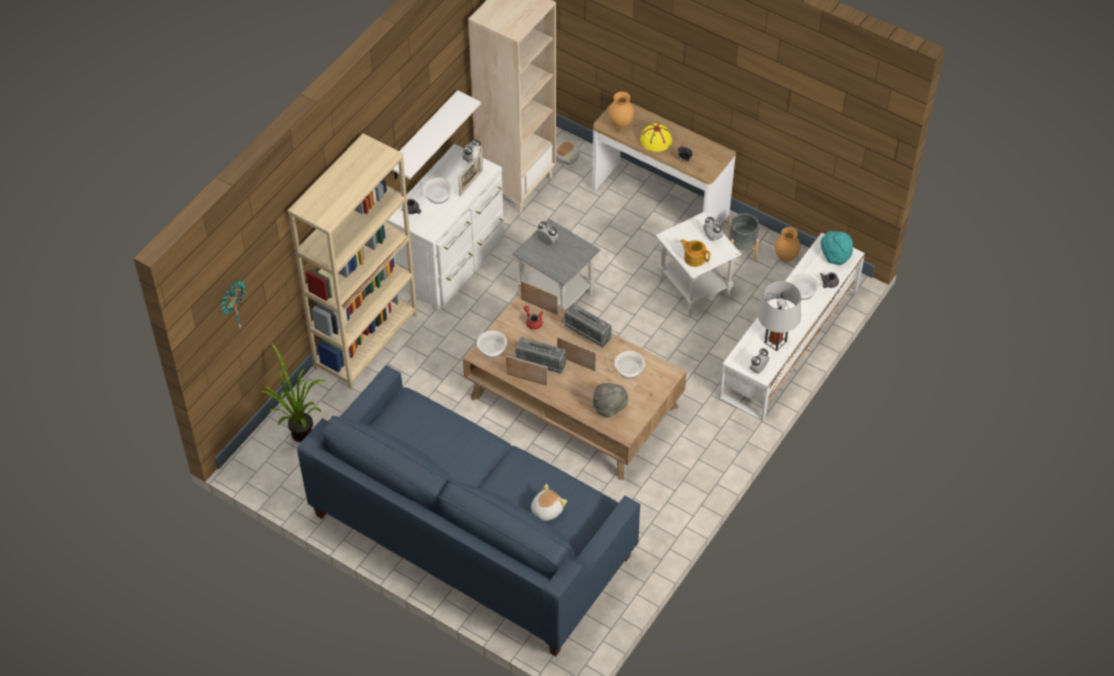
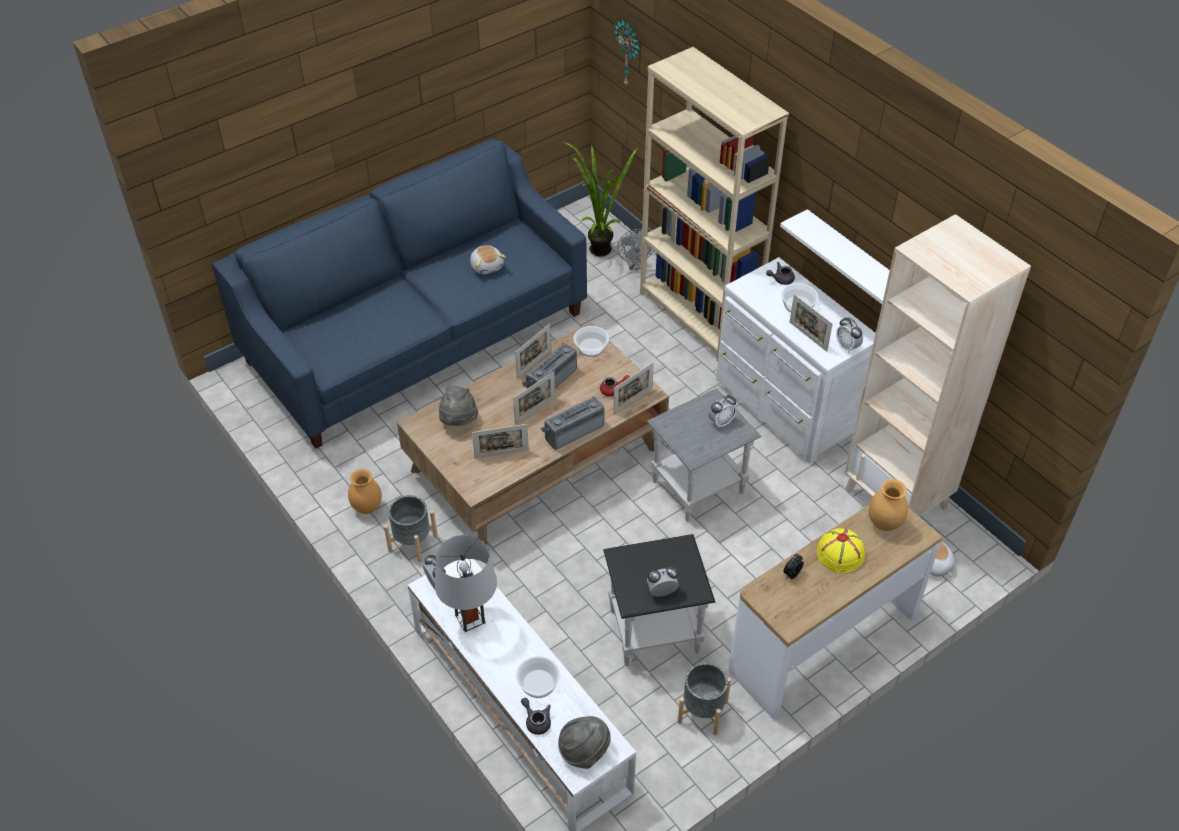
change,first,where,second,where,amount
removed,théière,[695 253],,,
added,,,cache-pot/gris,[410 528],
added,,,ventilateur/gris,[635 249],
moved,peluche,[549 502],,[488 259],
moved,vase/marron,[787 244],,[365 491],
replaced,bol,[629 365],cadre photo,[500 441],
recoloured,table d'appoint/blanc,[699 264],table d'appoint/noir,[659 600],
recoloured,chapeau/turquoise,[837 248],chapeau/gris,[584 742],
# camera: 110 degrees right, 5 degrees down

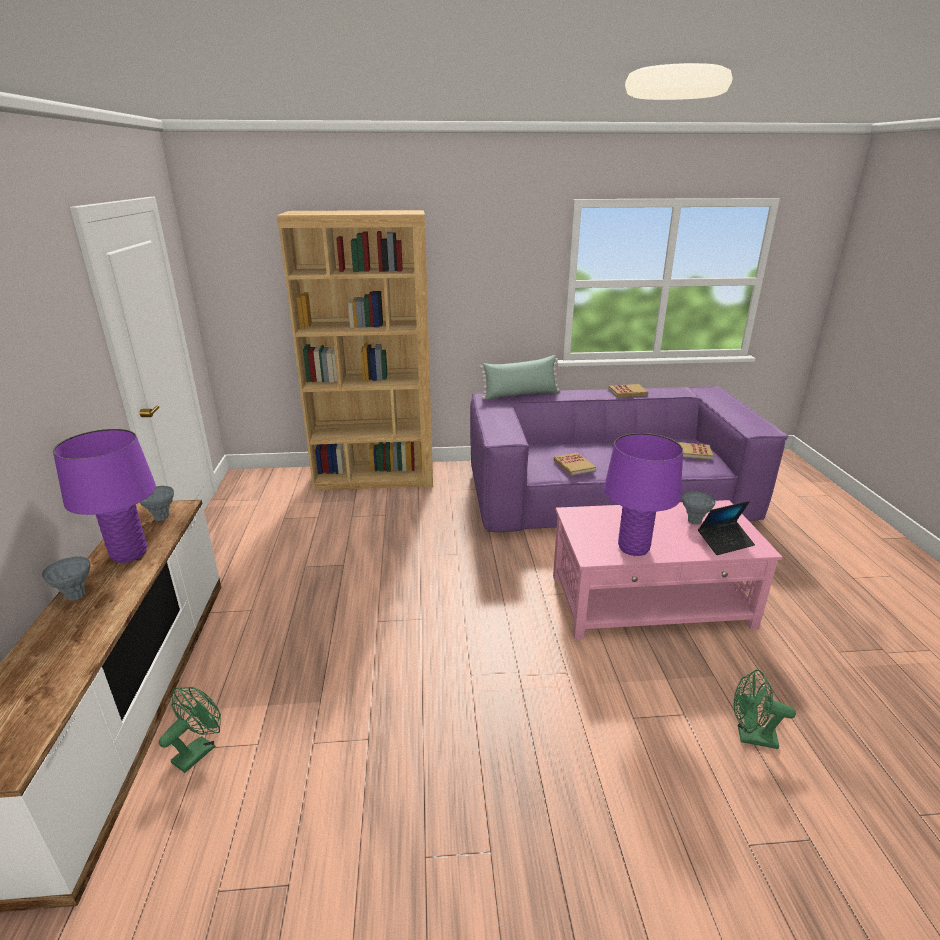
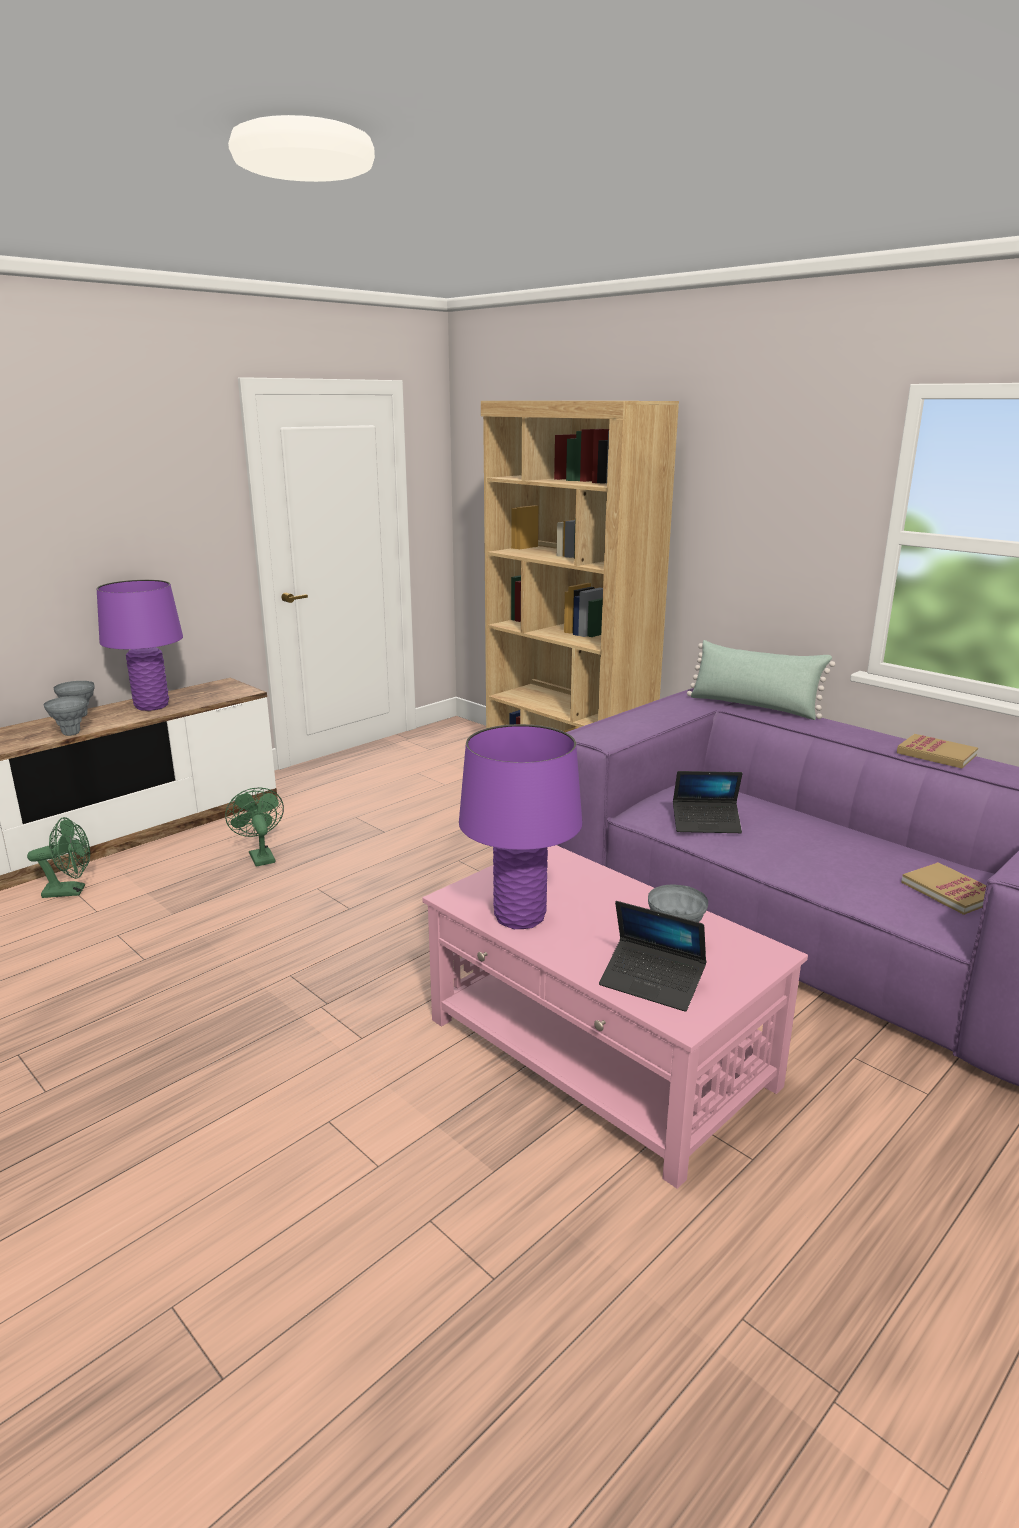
change,first,where,second,where,amount
moved,vase/gris,[156 503],,[65 716],
moved,ventilateur/vert,[764 709],,[254 827],
replaced,livre,[575 464],ordinateur portable,[707 802],
# camera: 50 degrees right, 5 degrees down

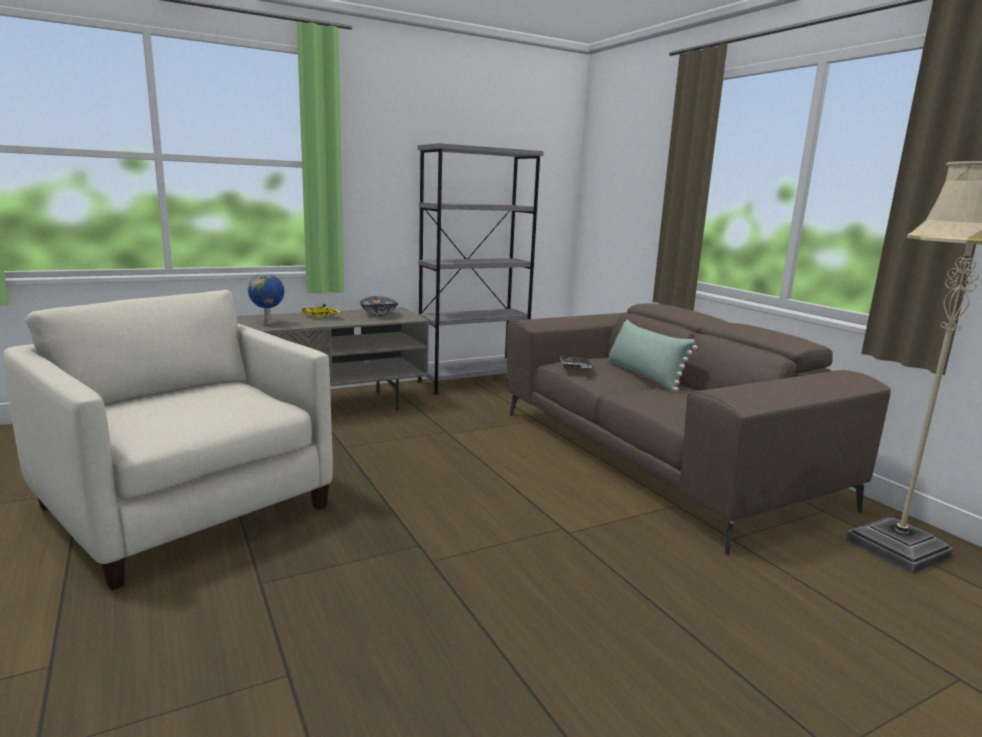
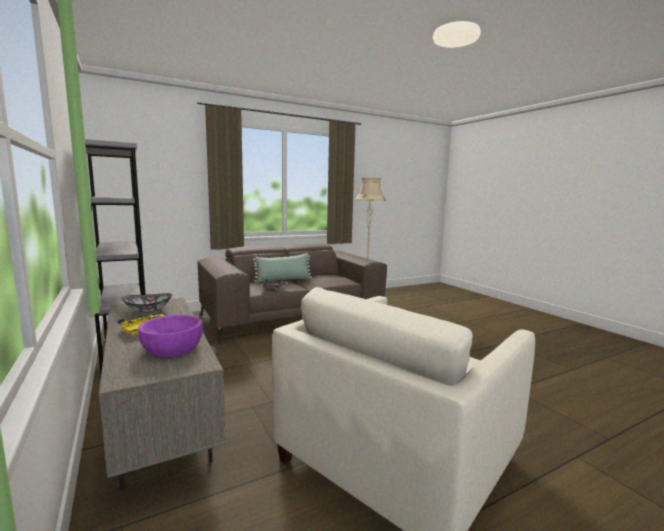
change,first,where,second,where,amount
replaced,globe,[266 298],bol/violet,[170 336],
# camera: 90 degrees left, 5 degrees down

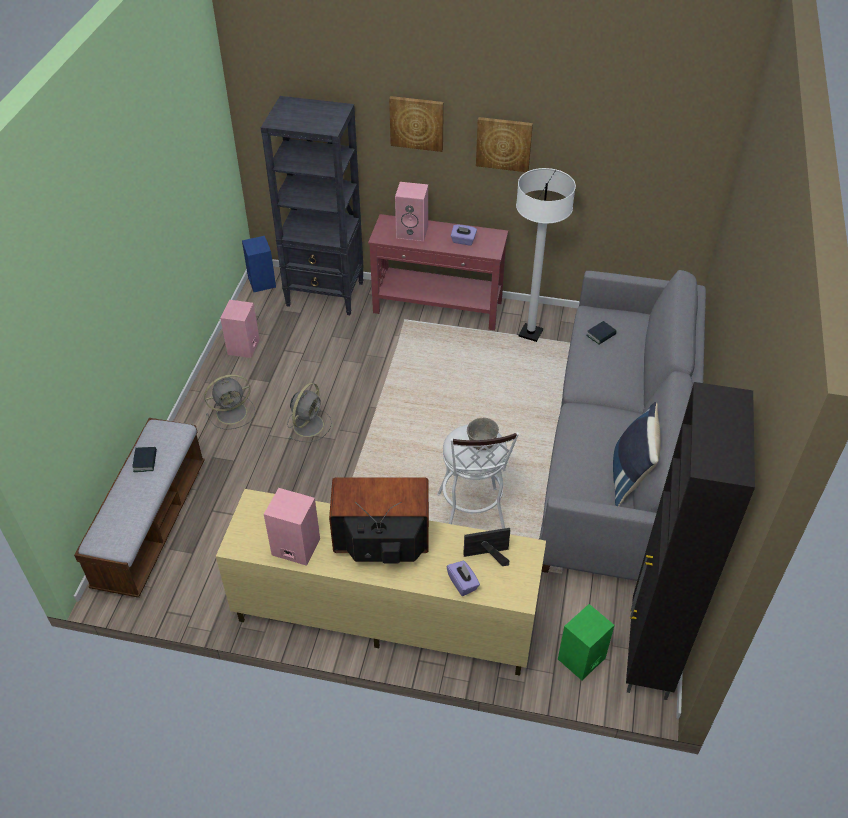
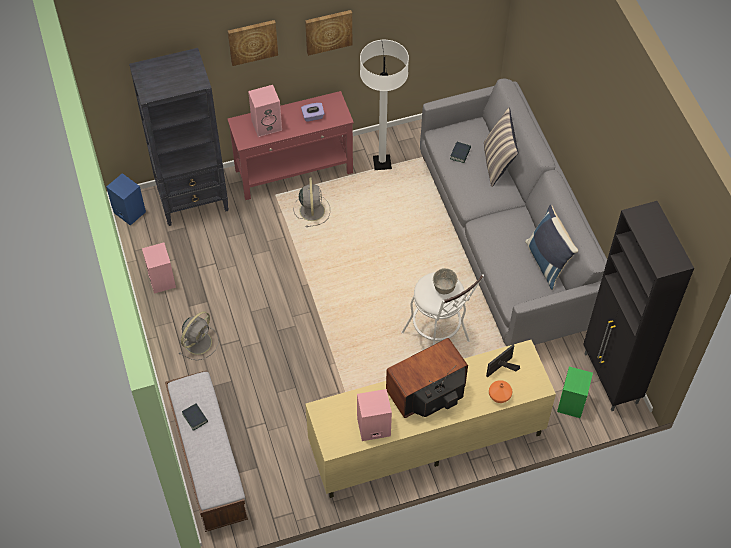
change,first,where,second,where,amount
added,,,coussin,[501 147],
moved,ventilateur/gris,[309 412],,[311 202],
replaced,boîte à mouchoirs/violet,[463 578],vase/orange,[500 391],
# camera: 30 degrees left, 10 degrees up

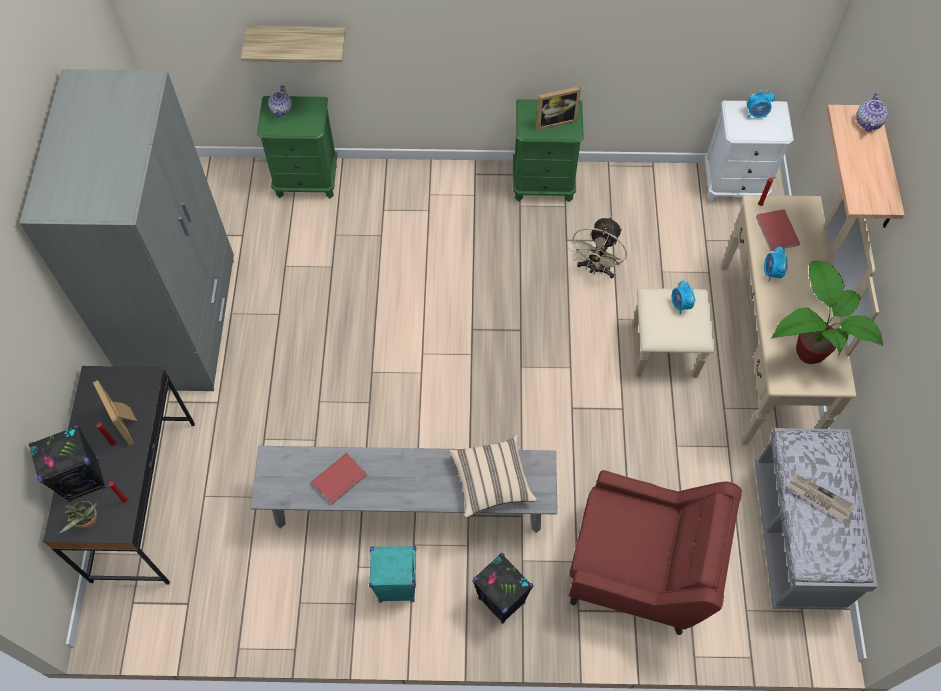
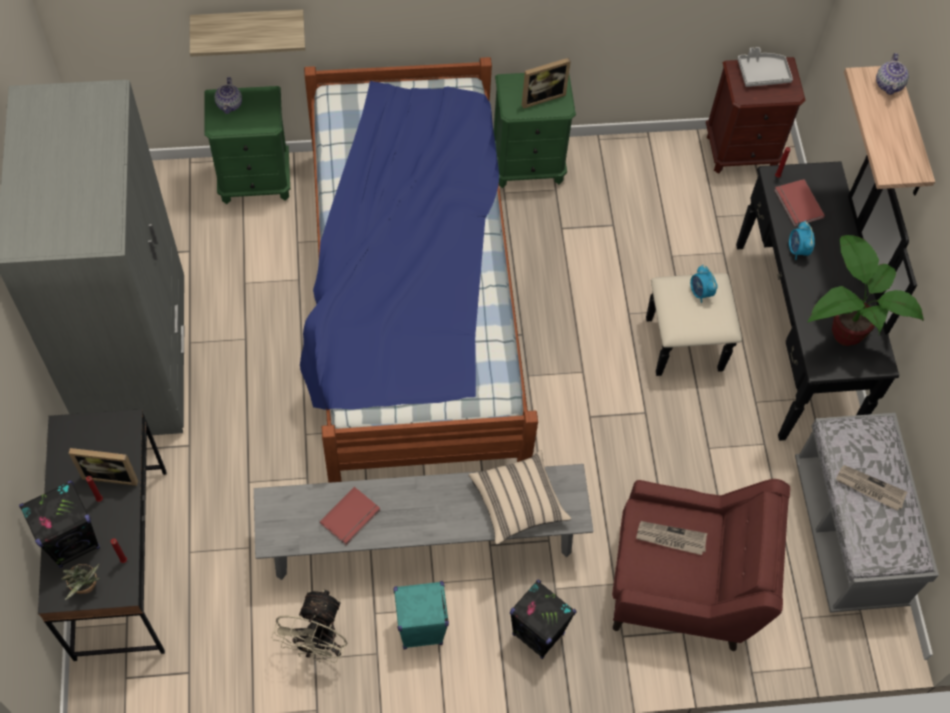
change,first,where,second,where,amount
added,,,lit,[419 270],
added,,,journal,[671 538],
moved,ventilateur/beige,[598 248],,[309 626],
replaced,réveil,[761 104],plateau/gris,[765 67],
recoloured,commode/beige,[756 319],commode/noir,[781 298],
recoloured,table de chevet/blanc,[749 152],table de chevet/marron,[755 115],
turned,cadre photo,[115 412],,[103 467],45 degrees counterclockwise
# camera: 10 degrees left, 0 degrees up

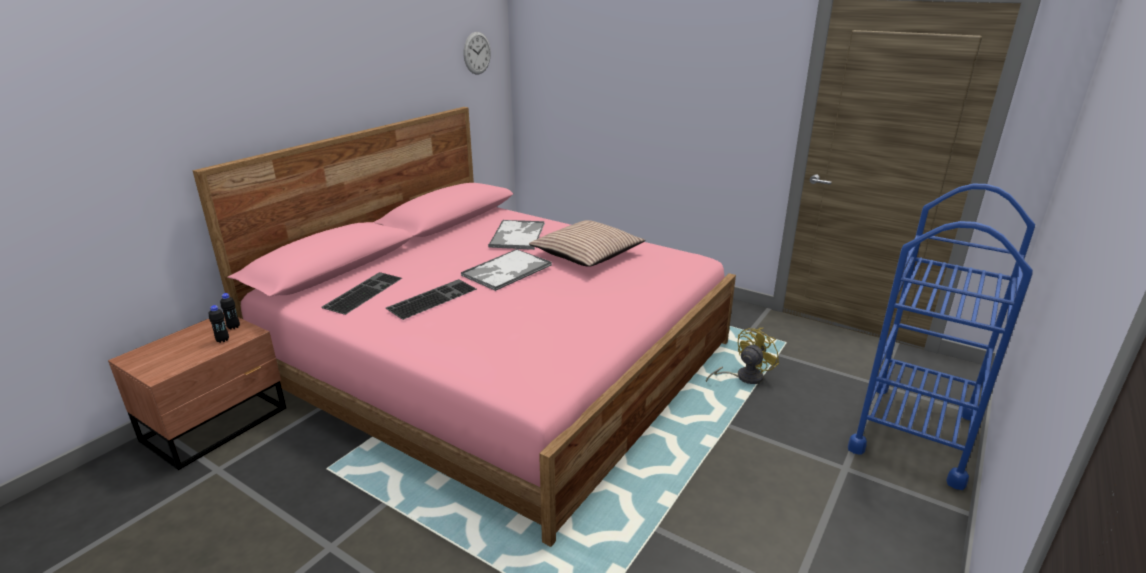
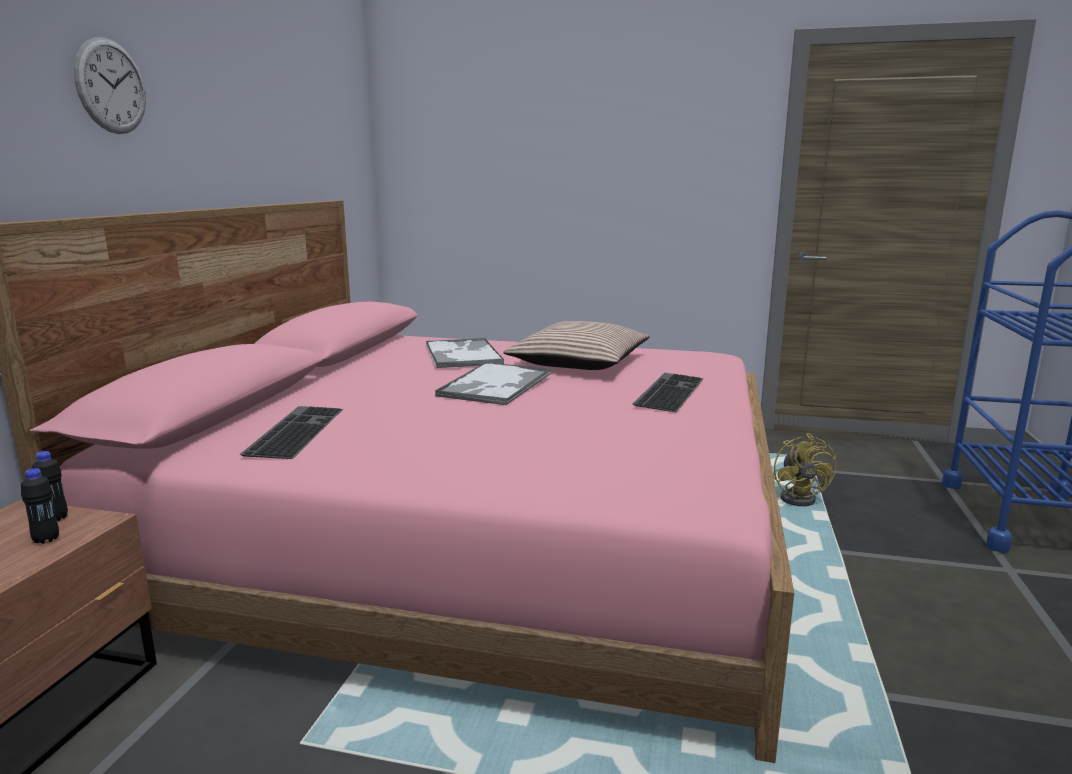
change,first,where,second,where,amount
moved,clavier,[431 299],,[668 392],
moved,horloge murale,[477 53],,[110 85],
turned,ventilateur/jaune,[742 356],,[804 469],150 degrees clockwise
# camera: 20 degrees left, 10 degrees down

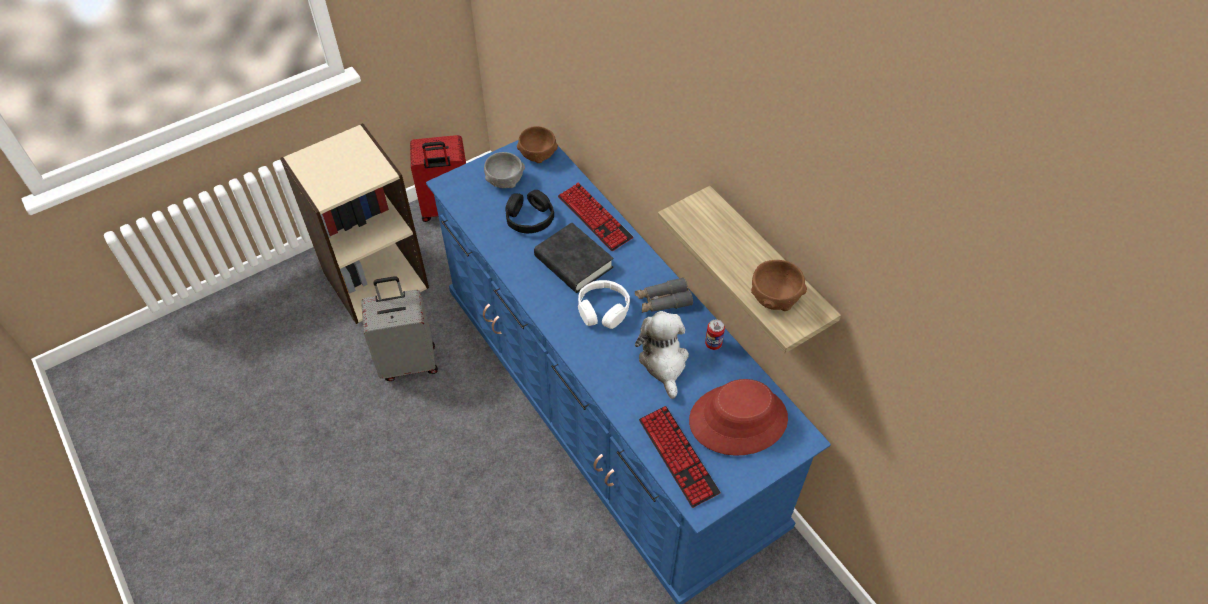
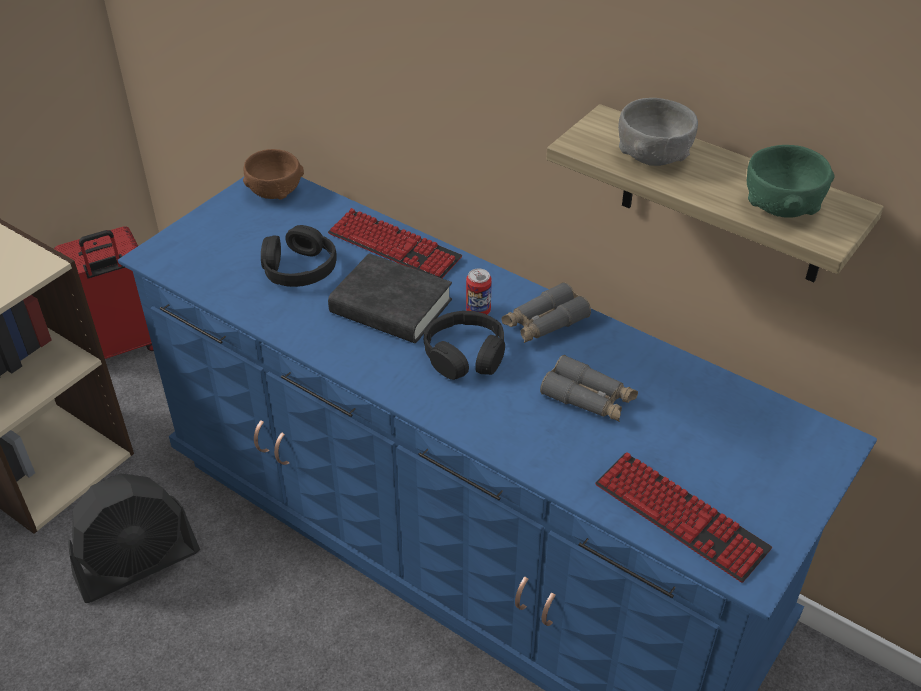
change,first,where,second,where,amount
removed,chapeau/rouge,[738 417],,,
moved,bol/gris,[504 170],,[658 132],
moved,boîte métallique,[715 334],,[479 291],
replaced,valise/gris,[399 328],ventilateur/noir,[134 538],
replaced,peluche,[662 355],jumelles/gris,[589 388],
recoloured,casque audio/blanc,[604 304],casque audio/noir,[464 345],
recoloured,bol/marron,[779 285],bol/vert,[790 181],
# camera: 20 degrees left, 10 degrees down

